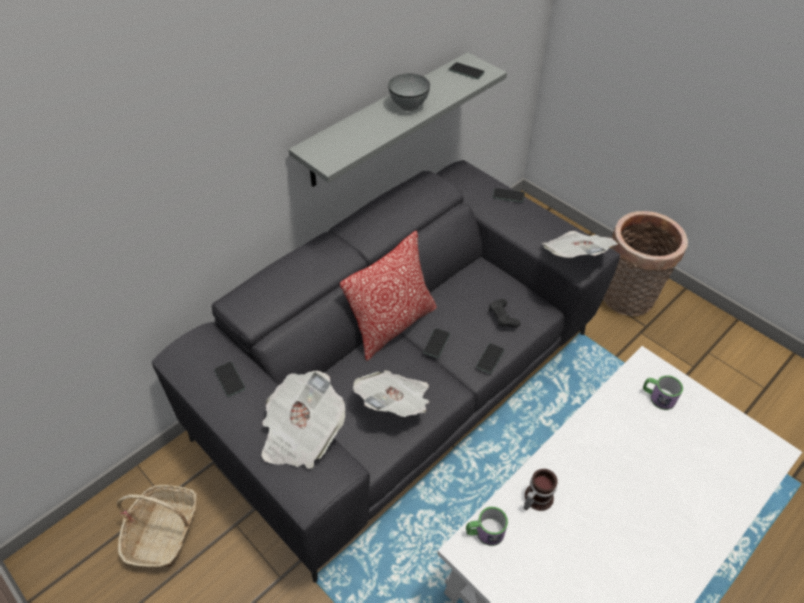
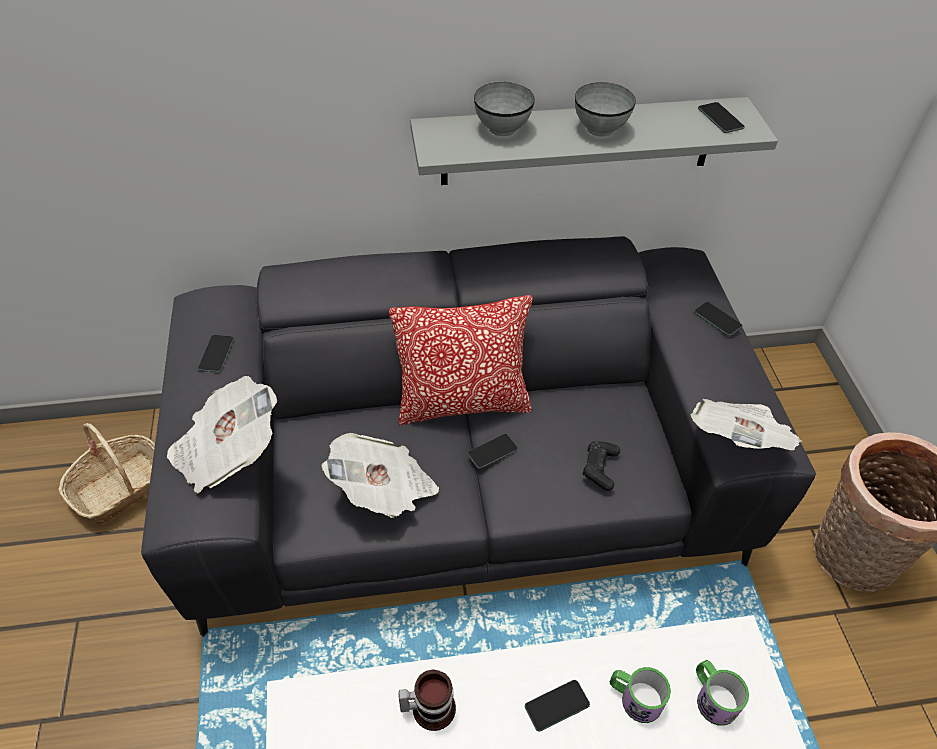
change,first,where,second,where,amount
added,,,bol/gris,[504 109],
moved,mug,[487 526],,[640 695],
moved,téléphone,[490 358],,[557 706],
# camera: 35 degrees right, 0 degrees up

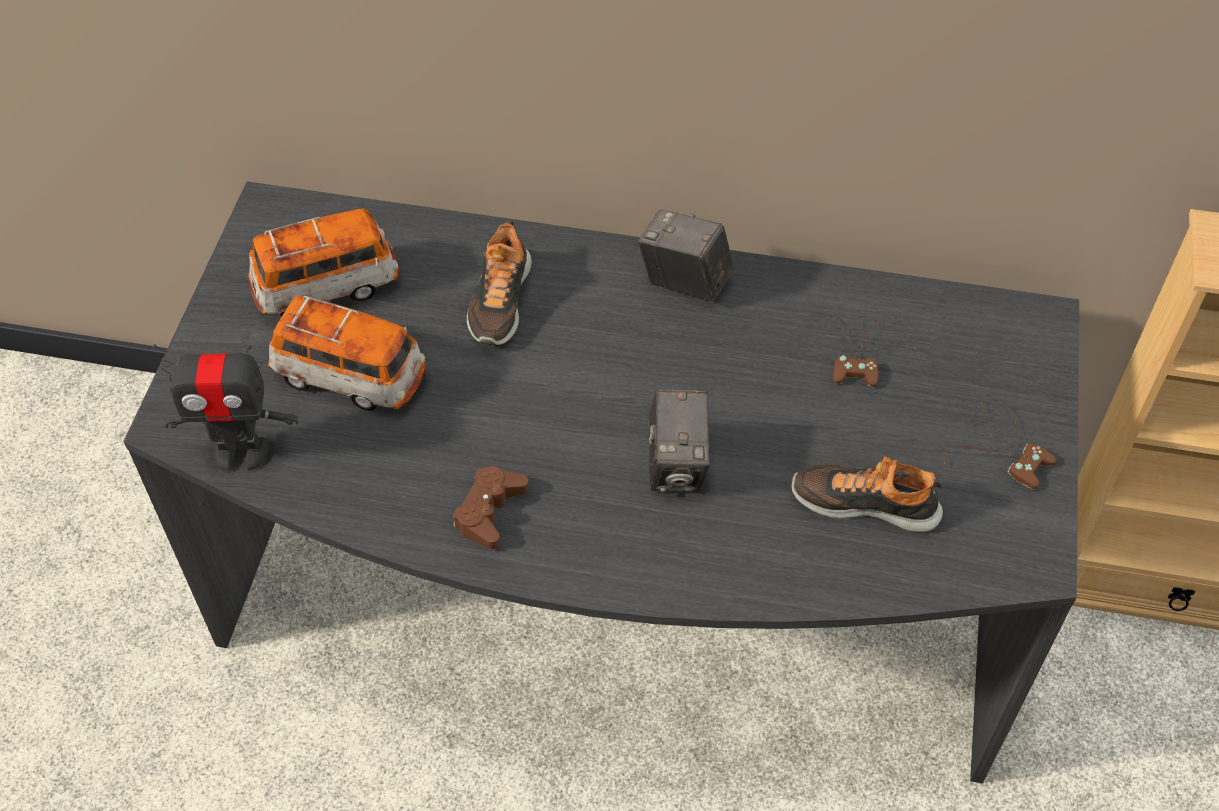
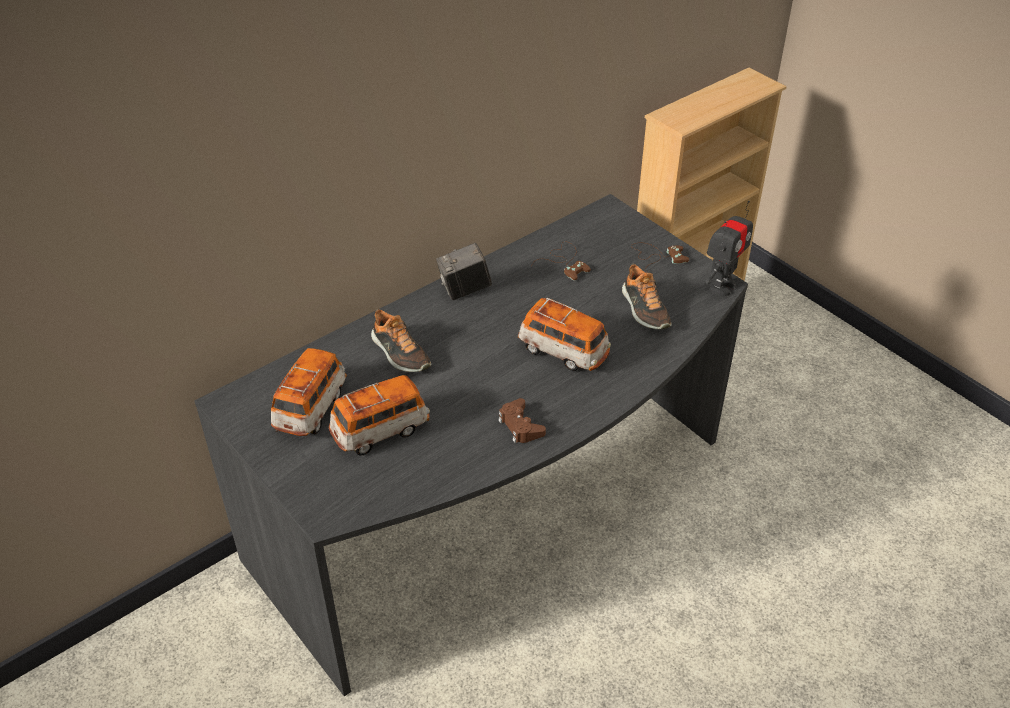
change,first,where,second,where,amount
moved,robot jouet,[225 408],,[729 249],
replaced,appareil photo,[679 441],petite voiture,[564 334],
turned,chaussure,[867 494],,[647 296],75 degrees counterclockwise
# camera: 50 degrees left, 10 degrees down

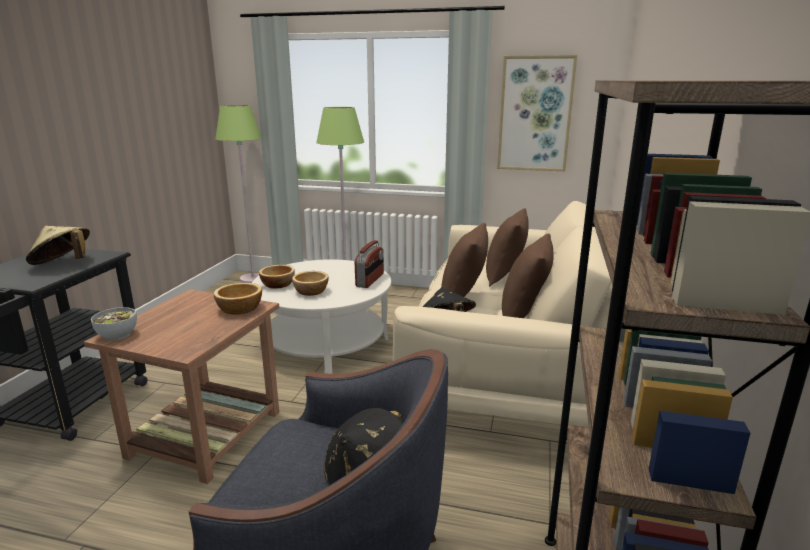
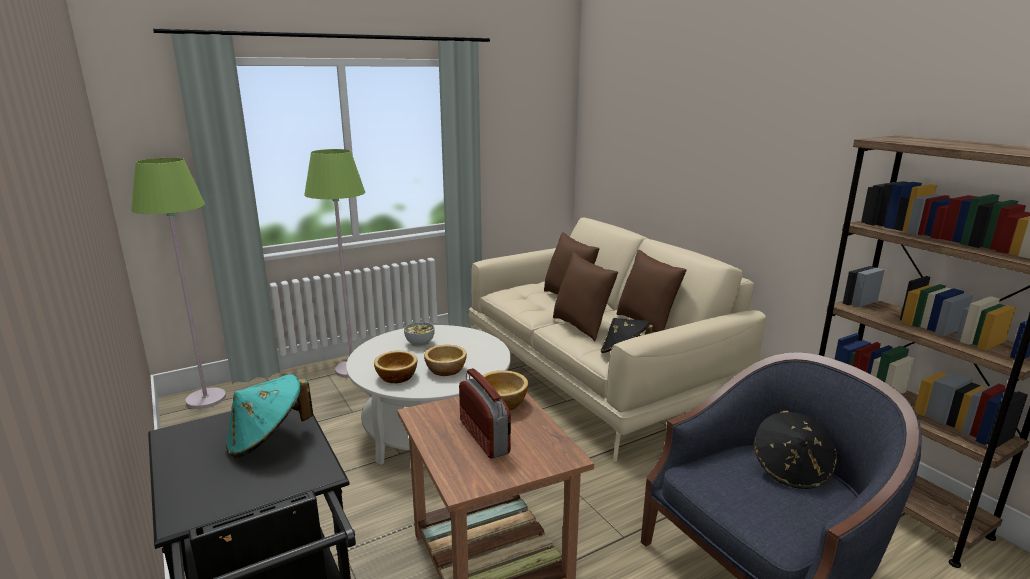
change,first,where,second,where,amount
removed,tableau,[537 113],,,
moved,bol,[114 324],,[419 334],
moved,radio,[369 264],,[485 413],
recoloured,chapeau/beige,[58 245],chapeau/turquoise,[269 416],
# camera: 45 degrees left, 0 degrees up

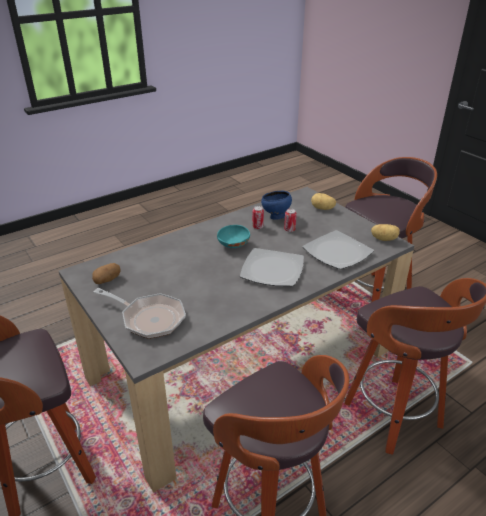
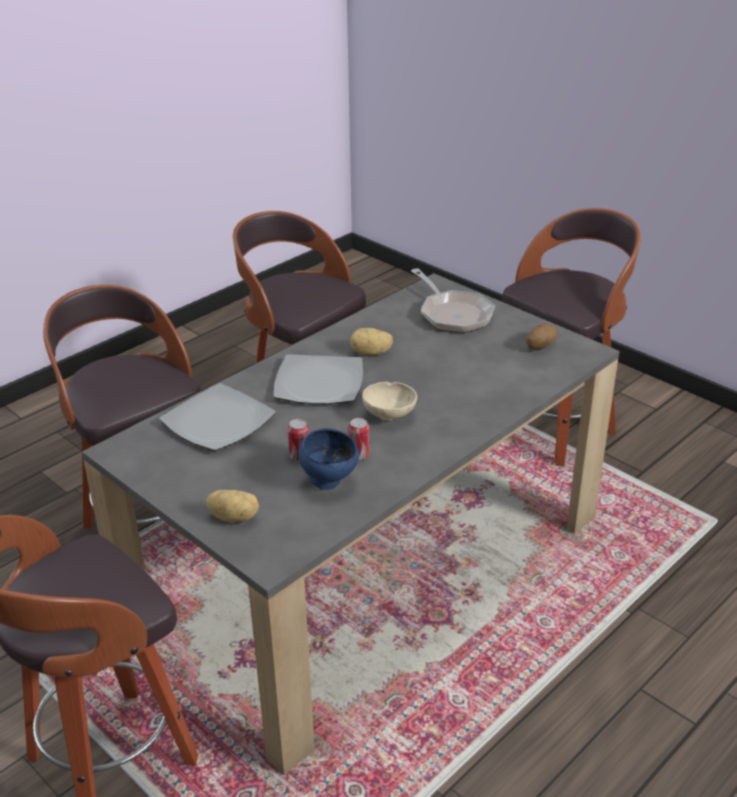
change,first,where,second,where,amount
moved,pomme de terre,[385 232],,[371 341],
recoloured,bol/turquoise,[233 236],bol/beige,[389 401],
turned,poêle,[140 313],,[453 300],135 degrees counterclockwise
# camera: 170 degrees right, 0 degrees up

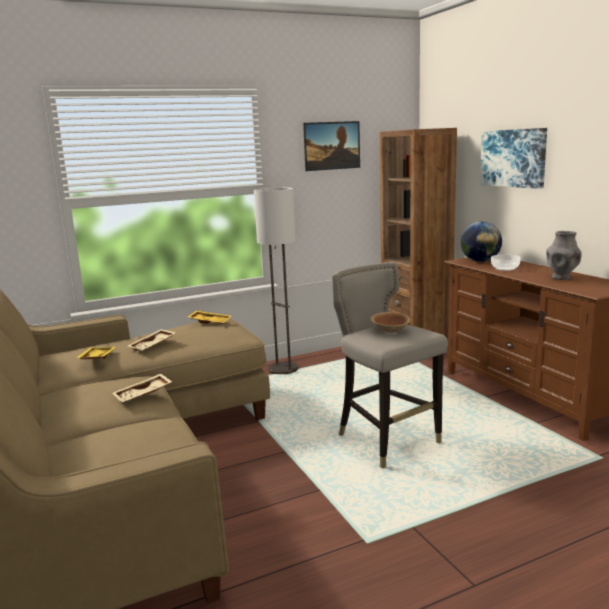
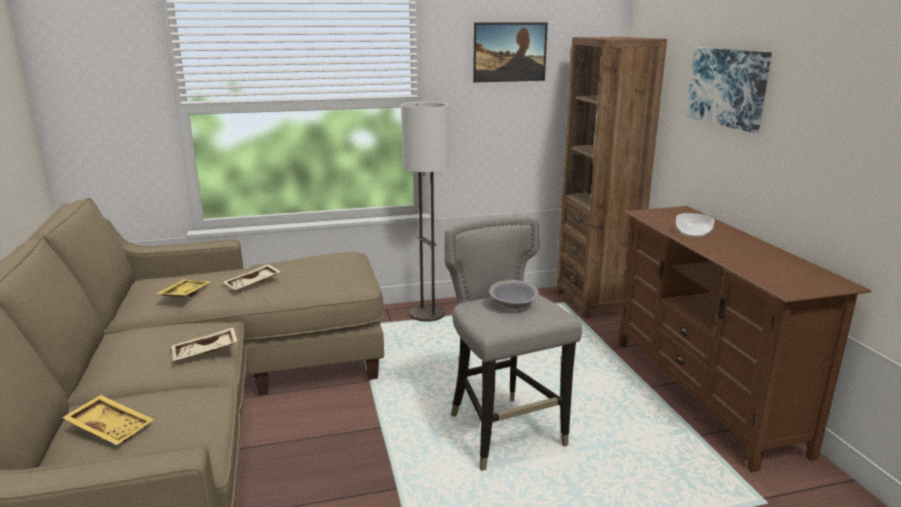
change,first,where,second,where,amount
removed,globe,[481 242],,,
removed,vase/gris,[563 255],,,
moved,plateau/jaune,[209 317],,[108 420],
recoloured,bol/marron,[390 322],bol/gris,[514 294],
# camera: 10 degrees right, 5 degrees up

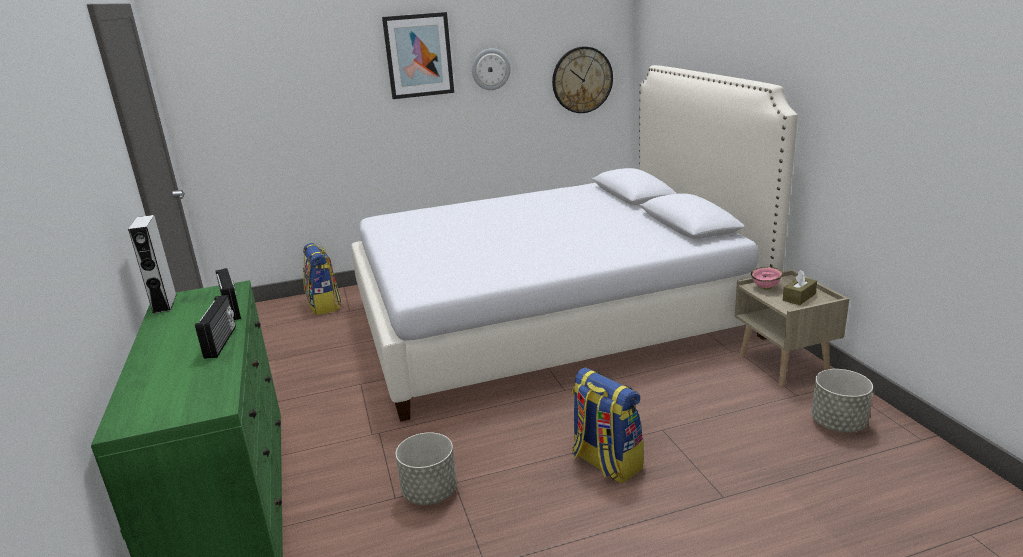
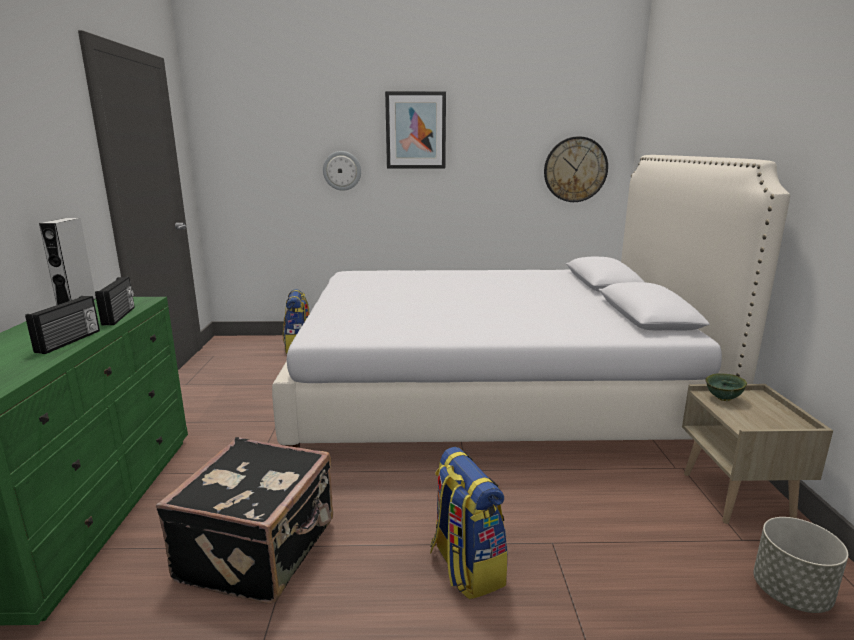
change,first,where,second,where,amount
removed,boîte à mouchoirs/marron,[800 287],,,
moved,horloge murale,[491 69],,[342 171],
replaced,cache-pot/gris,[426 468],valise/noir,[244 520],
recoloured,bol/rose,[767 278],bol/vert,[726 387],
# camera: 15 degrees right, 5 degrees down

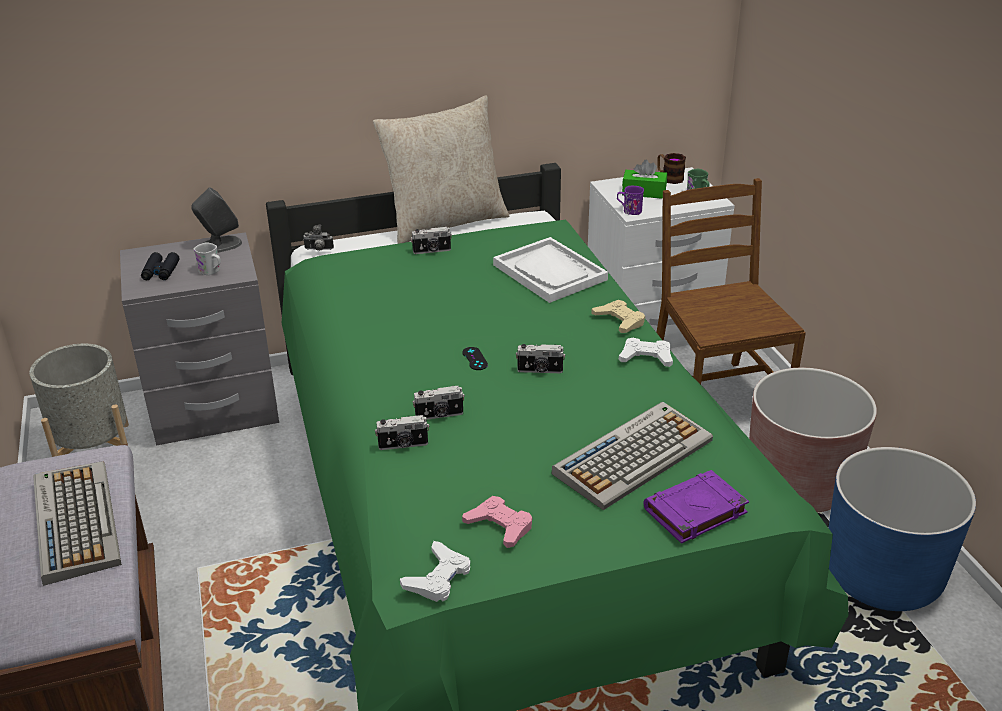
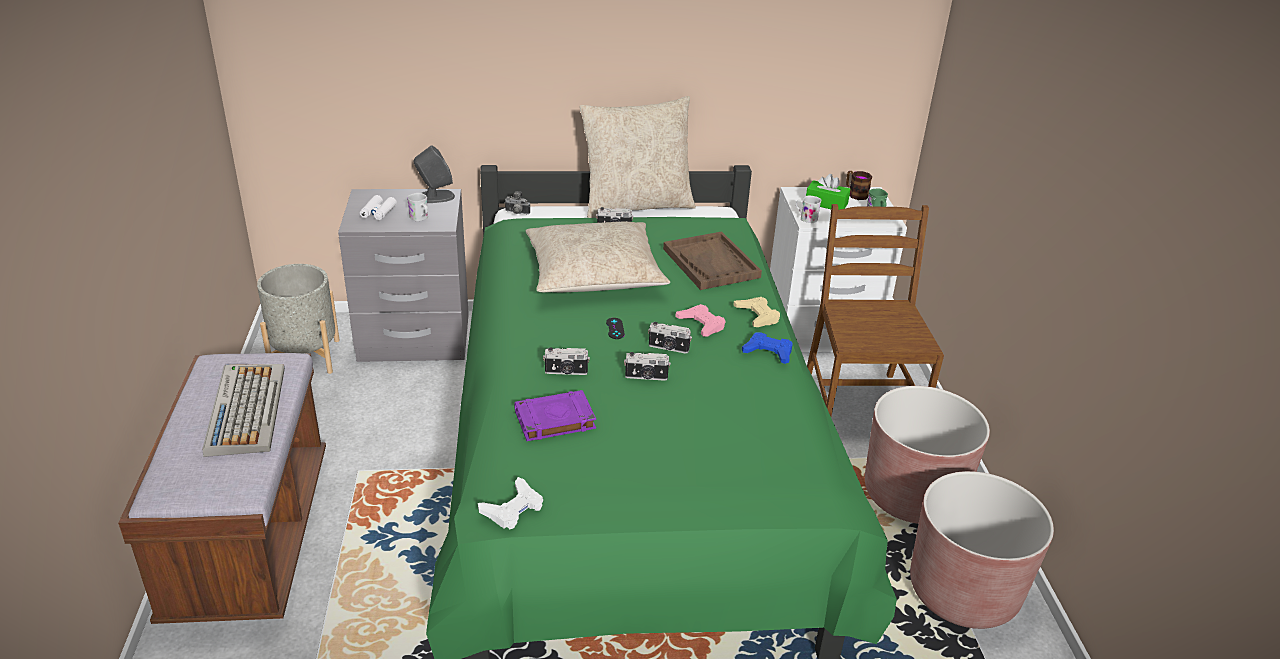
change,first,where,second,where,amount
removed,clavier,[632 456],,,
added,,,coussin/beige,[598 257],
moved,appareil photo,[402 432],,[647 366],
moved,manette/rose,[497 522],,[700 320],
moved,livre/violet,[696 507],,[555 415],
recoloured,jumelles/noir,[160 266],jumelles/blanc,[378 207],
recoloured,plateau/blanc,[550 270],plateau/marron,[712 261],
recoloured,mug/violet,[630 200],mug/blanc,[808 209],
recoloured,manette/blanc,[646 352],manette/bleu,[767 348],
recoloured,cache-pot/bleu,[902 529],cache-pot/marron,[982 550],
# camera: 10 degrees right, 0 degrees up

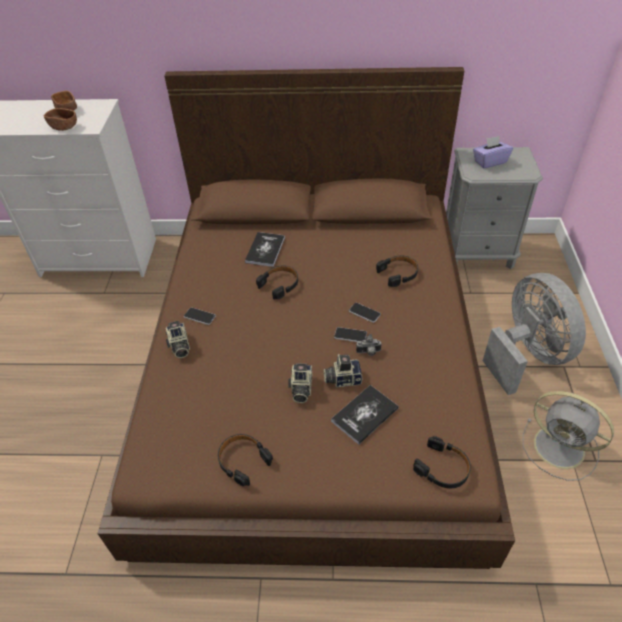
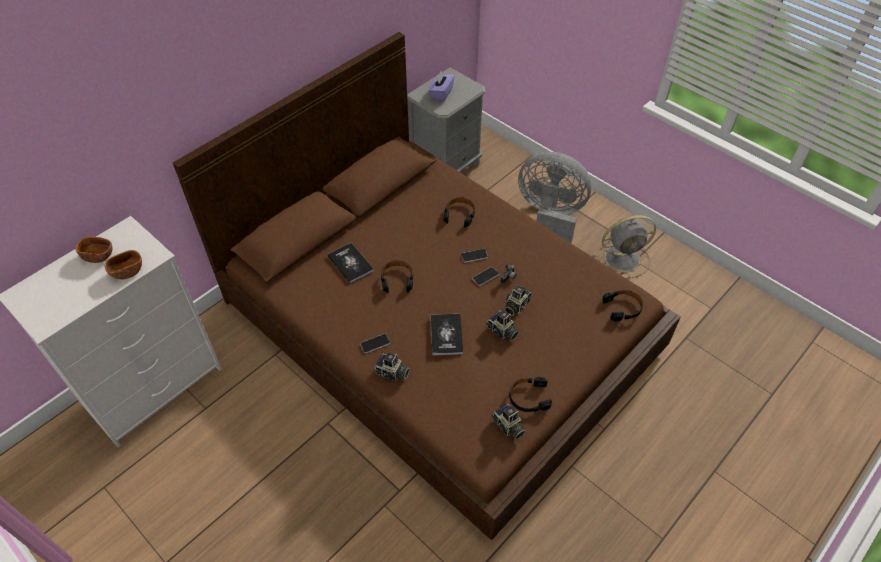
change,first,where,second,where,amount
added,,,appareil photo,[509 421],
moved,livre,[365 415],,[447 334],
# camera: 50 degrees left, 5 degrees up

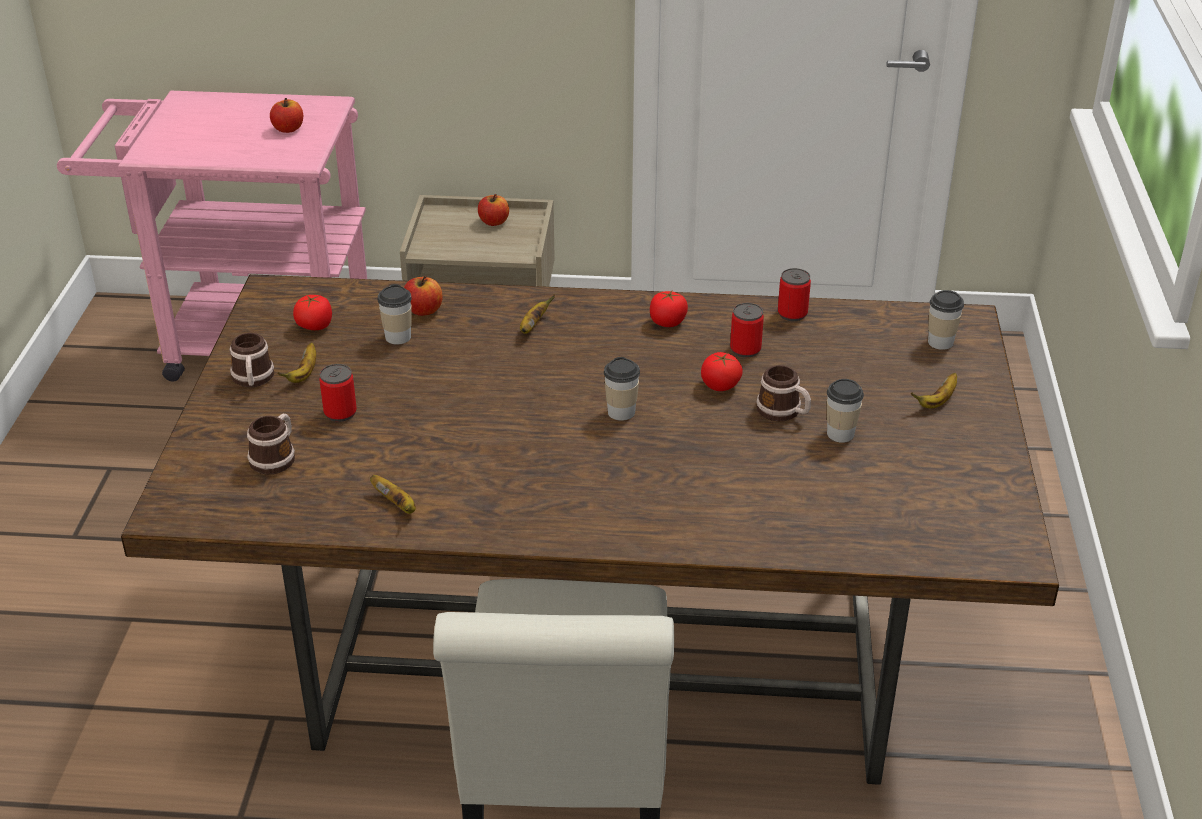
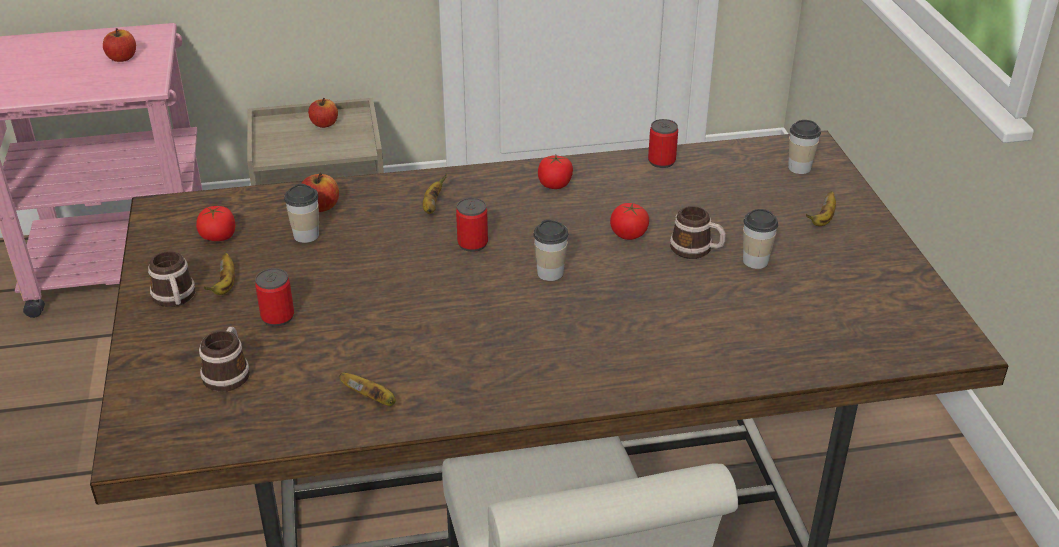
change,first,where,second,where,amount
moved,boîte métallique,[747 330],,[472 225],
# camera: 15 degrees left, 0 degrees up

